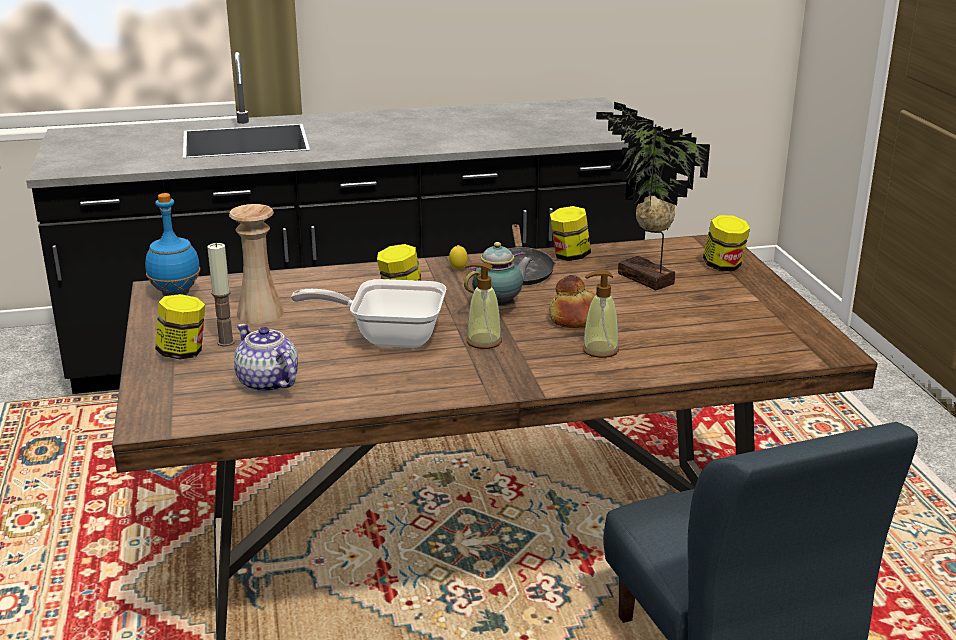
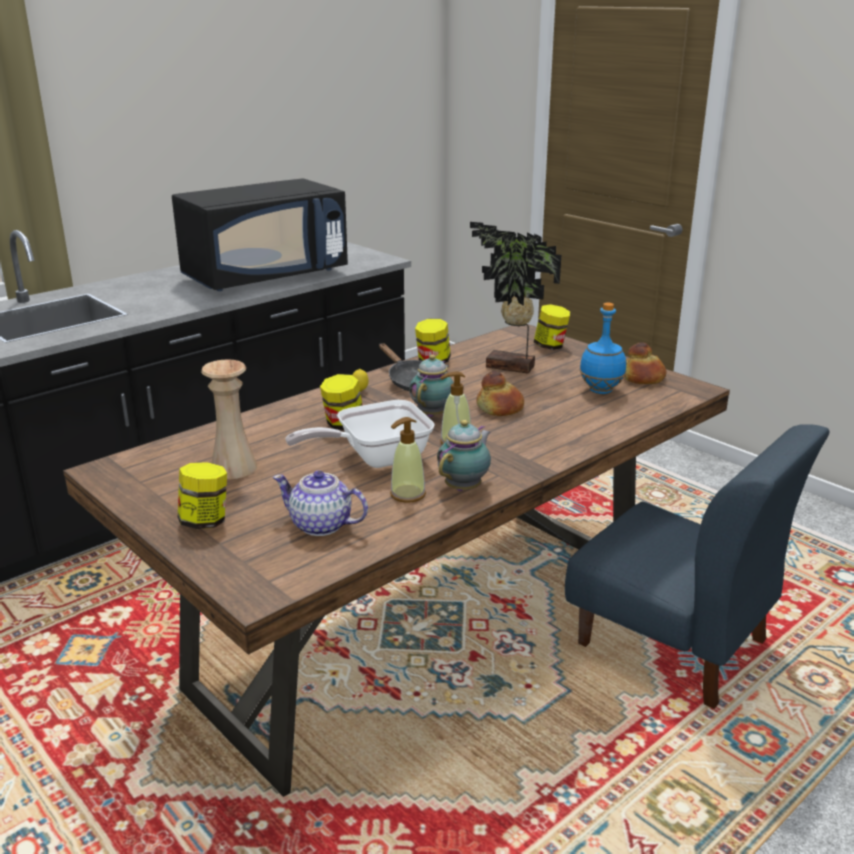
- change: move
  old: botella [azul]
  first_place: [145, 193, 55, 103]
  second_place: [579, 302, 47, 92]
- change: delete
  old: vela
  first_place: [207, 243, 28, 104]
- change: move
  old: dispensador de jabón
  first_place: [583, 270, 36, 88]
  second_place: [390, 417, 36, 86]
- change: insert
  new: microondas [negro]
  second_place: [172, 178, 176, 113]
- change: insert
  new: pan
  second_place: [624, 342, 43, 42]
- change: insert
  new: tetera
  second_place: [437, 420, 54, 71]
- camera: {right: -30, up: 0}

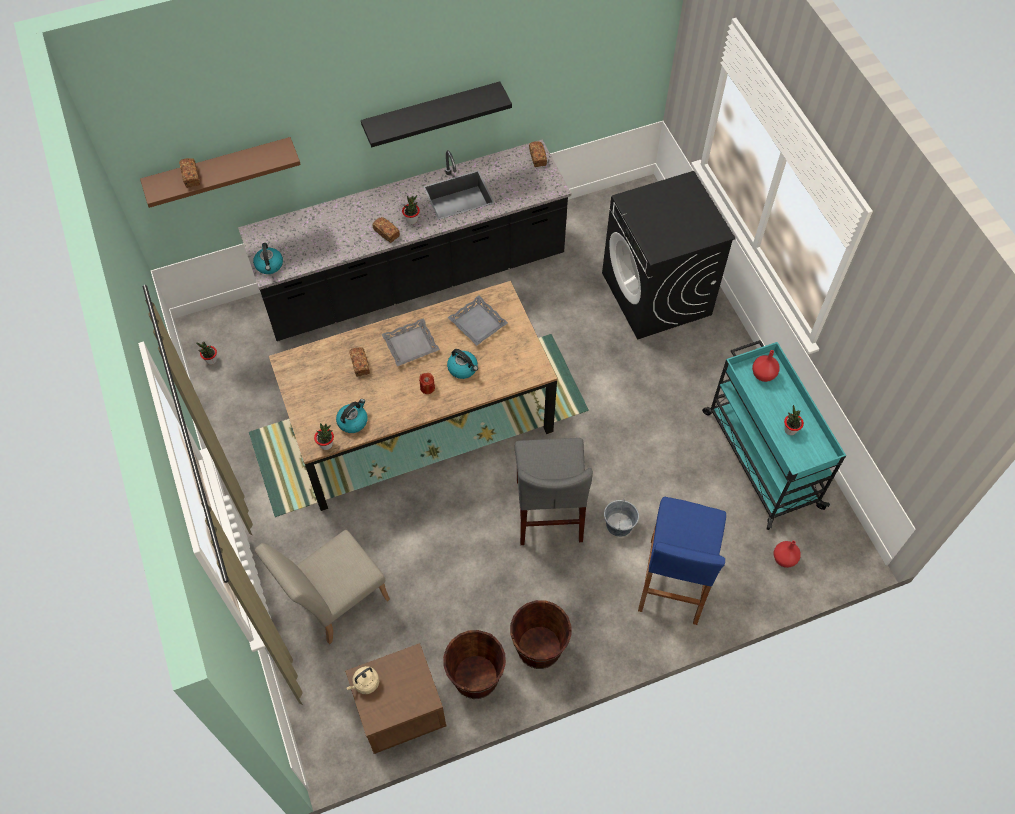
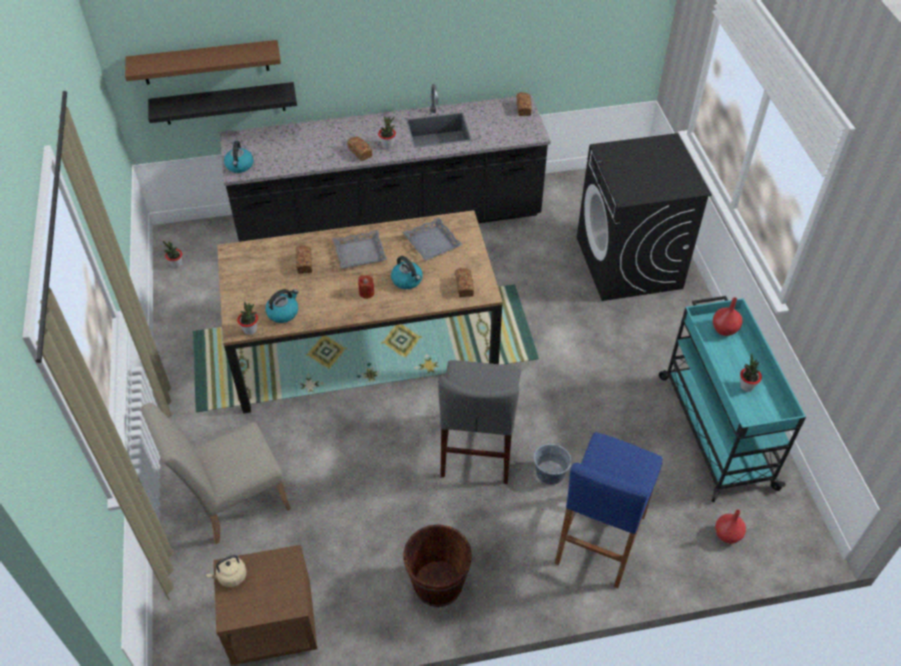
- change: move
  old: estante [negro]
  first_place: [361, 81, 151, 66]
  second_place: [148, 82, 149, 43]
- change: move
  old: pan
  first_place: [179, 158, 21, 30]
  second_place: [455, 268, 19, 29]
- change: delete
  old: cubo [marrón]
  first_place: [443, 630, 63, 69]
- camera: {right: 10, up: -10}

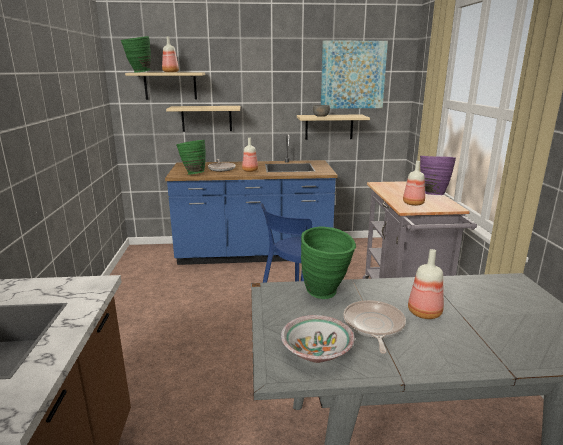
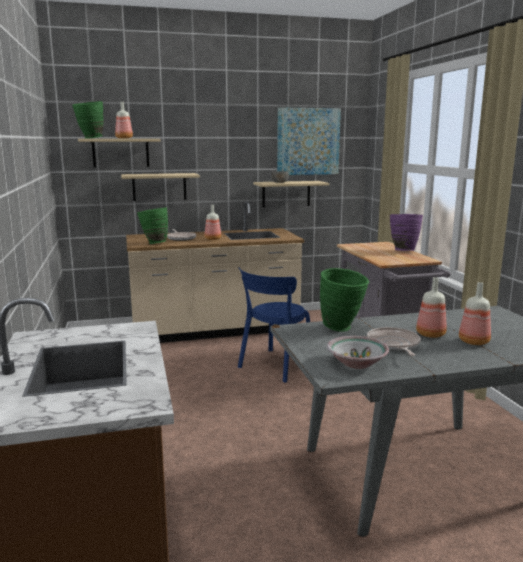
- change: recolor
  old: mueble bajo de cocina [azul]
  new: mueble bajo de cocina [beis]
  first_place: [165, 134, 172, 131]
  second_place: [126, 201, 178, 142]
- change: move
  old: botella
  first_place: [403, 161, 22, 45]
  second_place: [459, 282, 32, 63]
- camera: {right: -10, up: -5}

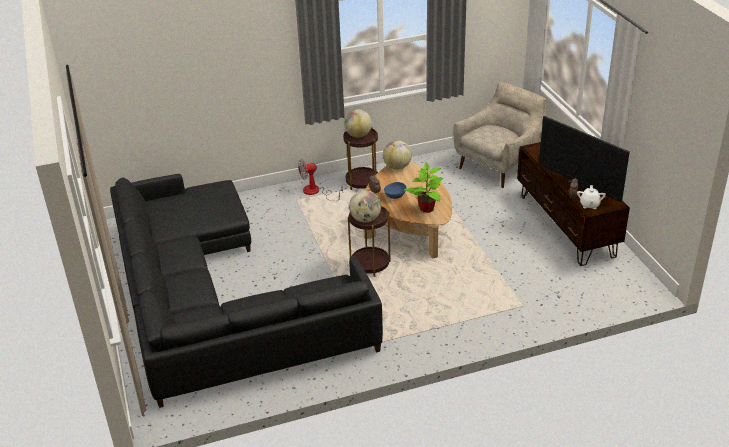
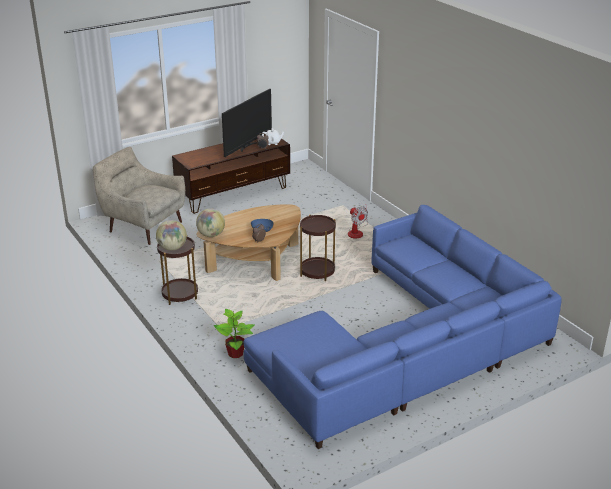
- change: move
  old: ventilador
  first_place: [298, 159, 45, 42]
  second_place: [348, 205, 20, 34]
- change: move
  old: planta en maceta
  first_place: [404, 162, 40, 51]
  second_place: [214, 309, 41, 49]
- change: recolor
  old: sofá [negro]
  new: sofá [azul]
  first_place: [110, 174, 273, 234]
  second_place: [244, 205, 318, 244]
- change: delete
  old: globo terráqueo
  first_place: [349, 190, 32, 32]
- camera: {right: -105, up: -5}

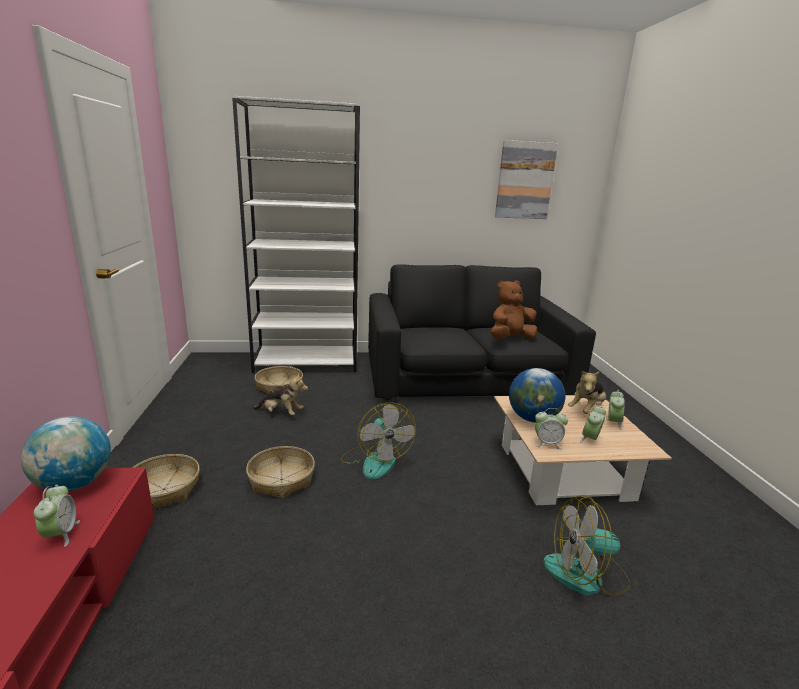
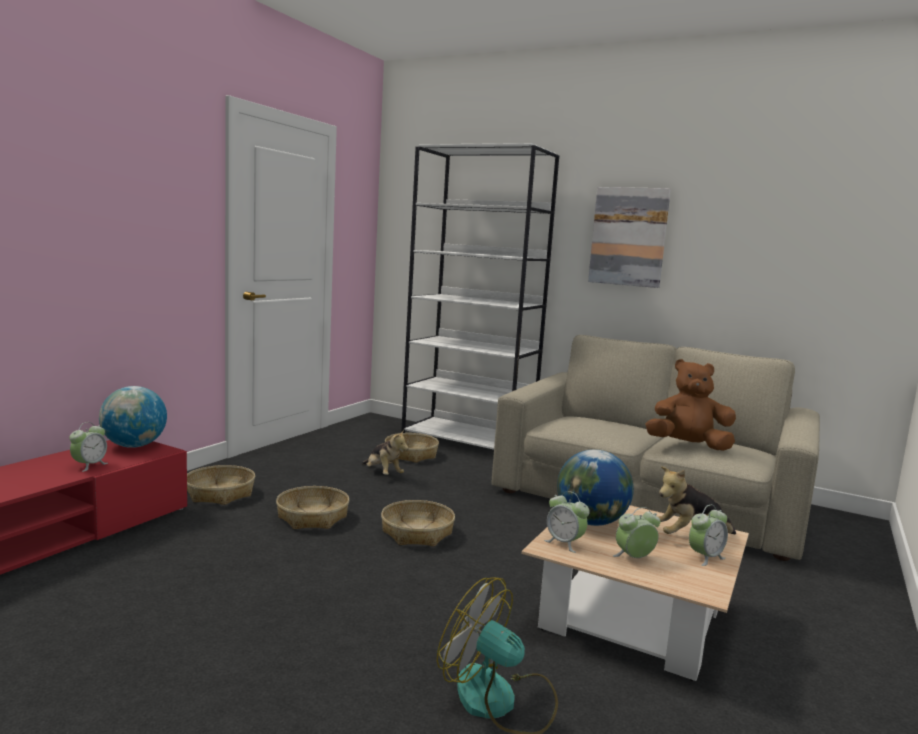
- change: move
  old: cuadro
  first_place: [495, 140, 63, 79]
  second_place: [588, 187, 83, 101]
- change: recolor
  old: sofá [negro]
  new: sofá [beis]
  first_place: [368, 264, 228, 136]
  second_place: [491, 335, 329, 226]
- change: replace
  old: ventilador
  new: cesta
  first_place: [341, 402, 75, 77]
  second_place: [381, 500, 74, 46]
- camera: {right: 35, up: -10}

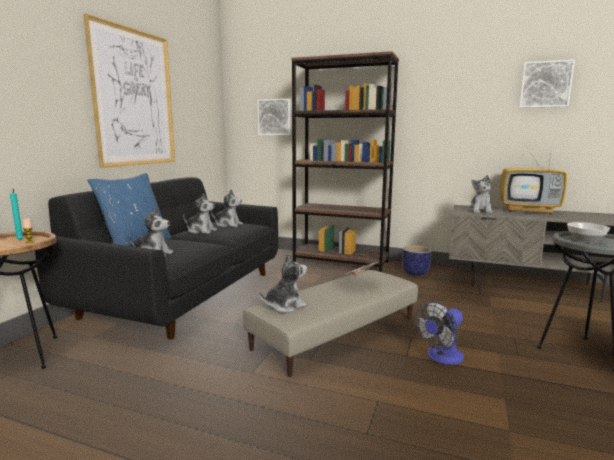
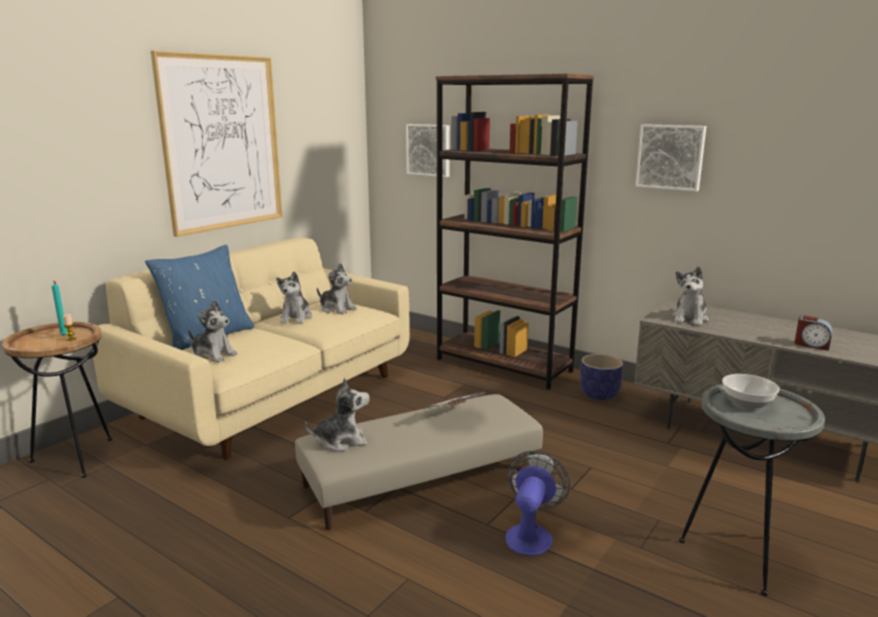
- change: move
  old: cuadro
  first_place: [519, 60, 56, 48]
  second_place: [635, 124, 71, 68]
- change: delete
  old: televisor
  first_place: [500, 141, 67, 73]
- change: recolor
  old: sofá [negro]
  new: sofá [beis]
  first_place: [35, 177, 243, 163]
  second_place: [91, 238, 319, 222]
- change: rotate
  old: peluche
  first_place: [183, 193, 34, 41]
  second_place: [276, 271, 36, 53]
  degrees: 60
- change: rotate
  old: ventilador
  first_place: [415, 301, 49, 64]
  second_place: [506, 451, 64, 105]
  degrees: 135
- change: insert
  new: despertador
  second_place: [794, 315, 39, 36]
- camera: {right: 15, up: 5}

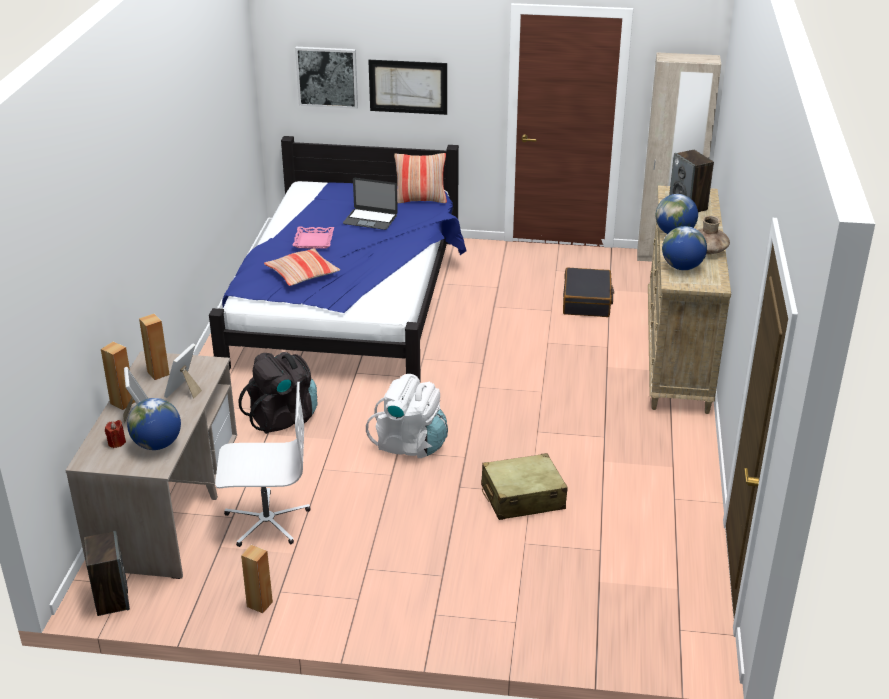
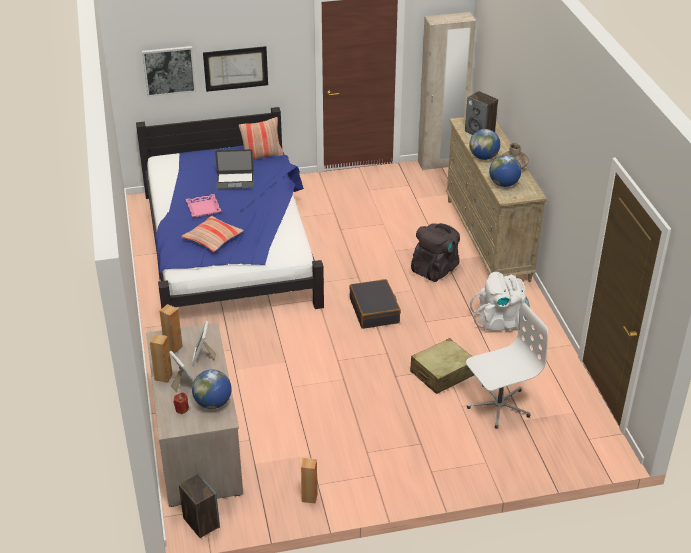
- change: move
  old: maleta [negro]
  first_place: [563, 268, 51, 49]
  second_place: [349, 279, 52, 50]
- change: move
  old: mochila [negro]
  first_place: [239, 352, 78, 82]
  second_place: [411, 223, 49, 59]
- change: move
  old: mochila [blanco]
  first_place: [366, 374, 82, 84]
  second_place: [470, 272, 60, 59]
- change: move
  old: silla de oficina [blanco]
  first_place: [215, 382, 96, 165]
  second_place: [466, 303, 82, 126]
- camera: {right: -20, up: 5}

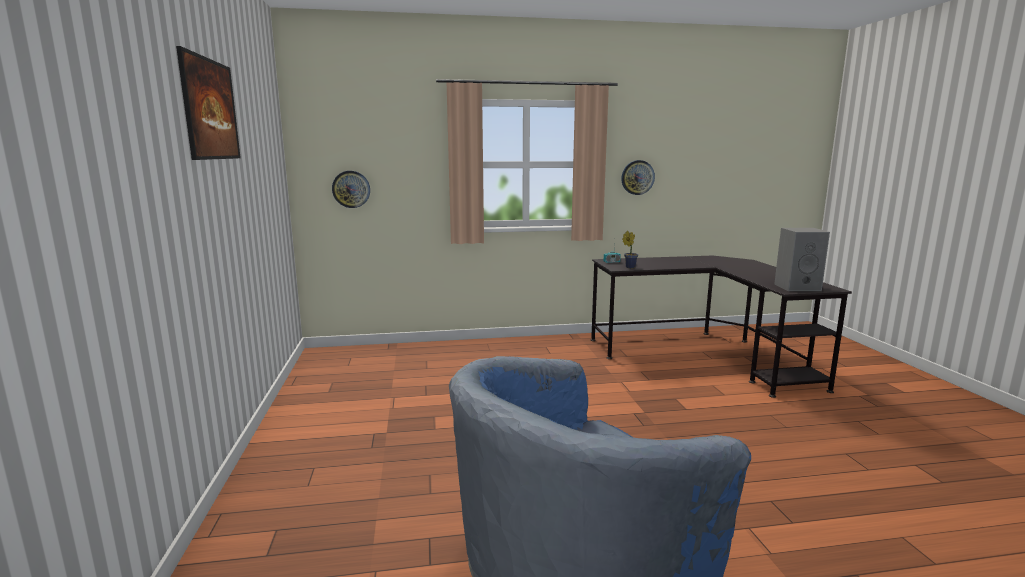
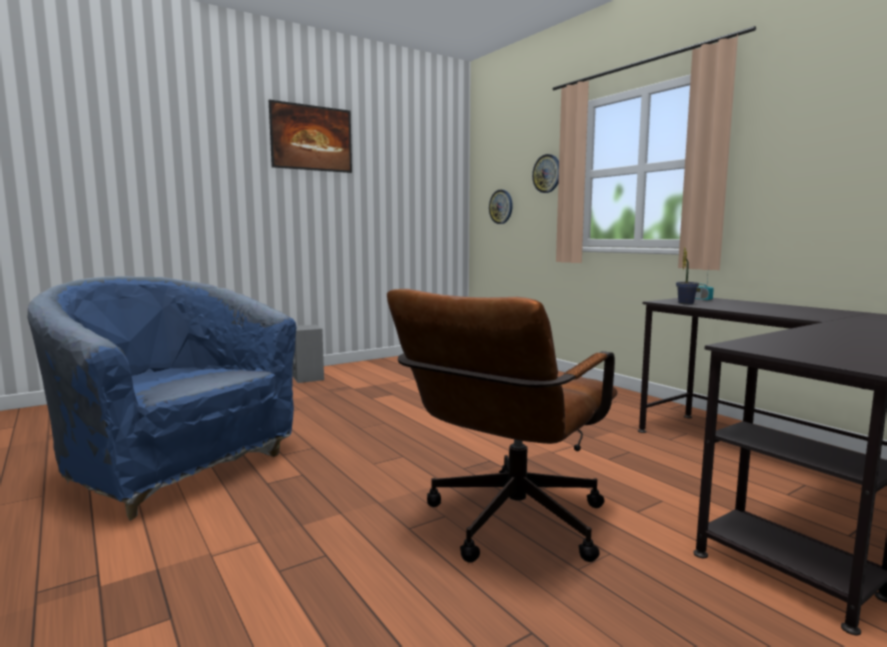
- change: move
  old: reloj de pared
  first_place: [621, 160, 34, 35]
  second_place: [532, 154, 27, 39]
- change: move
  old: altavoz [gris]
  first_place: [774, 228, 56, 63]
  second_place: [292, 325, 32, 58]
- change: insert
  new: silla de oficina [marrón]
  second_place: [387, 289, 230, 273]
- camera: {right: 65, up: -5}

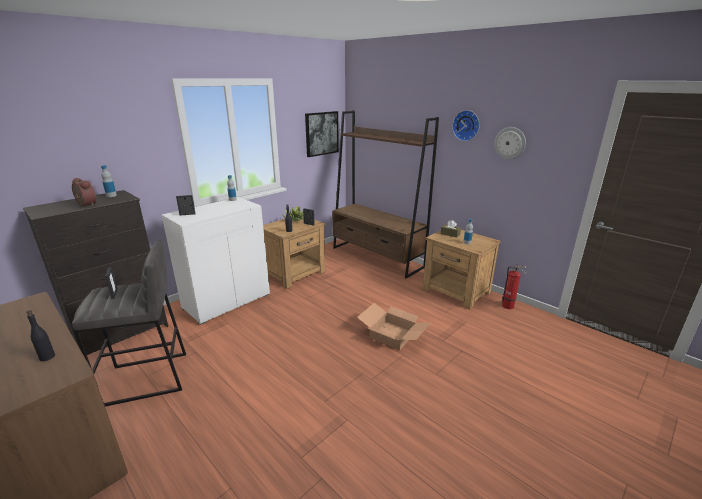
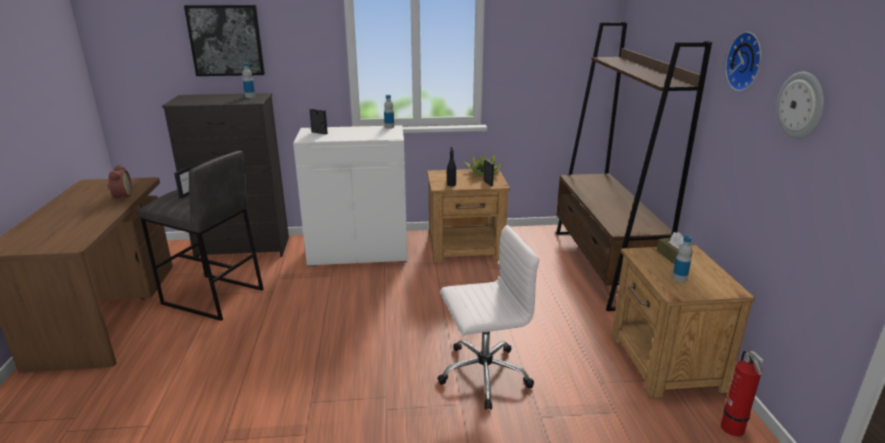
- change: move
  old: cuadro
  first_place: [305, 111, 34, 46]
  second_place: [184, 5, 81, 71]
- change: move
  old: despertador
  first_place: [72, 178, 24, 28]
  second_place: [107, 164, 25, 37]
- change: replace
  old: caja de cartón
  new: silla de oficina [blanco]
  first_place: [357, 303, 73, 47]
  second_place: [438, 225, 101, 185]
- change: delete
  old: botella [negro]
  first_place: [26, 310, 29, 51]
- camera: {right: 40, up: 0}

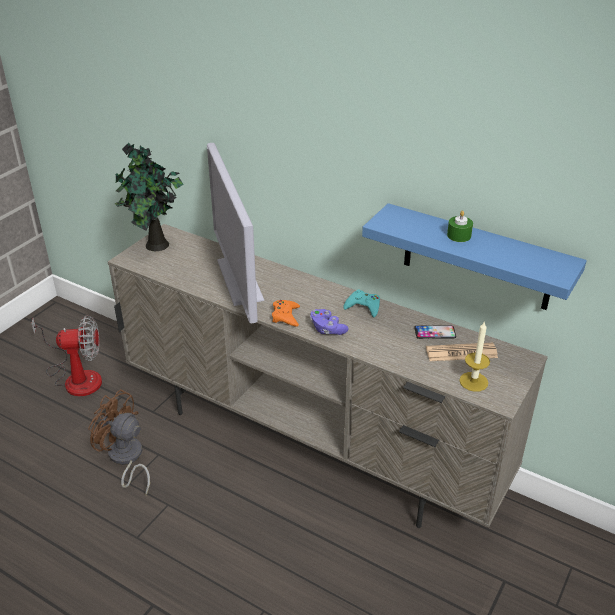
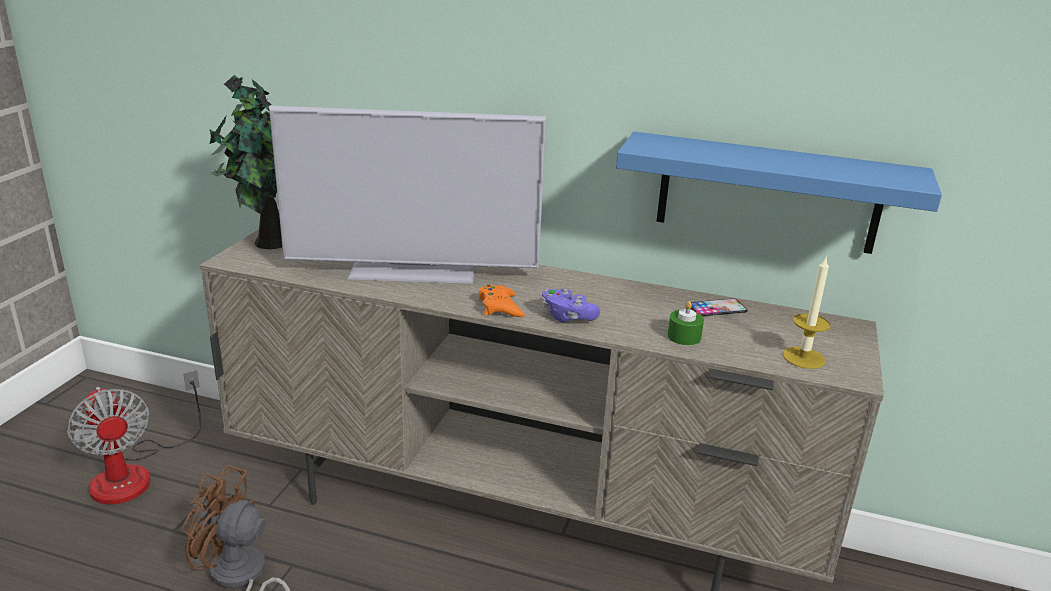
- change: rotate
  old: televisor
  first_place: [207, 143, 57, 180]
  second_place: [269, 106, 277, 178]
  degrees: -60
- change: move
  old: vela [verde]
  first_place: [447, 211, 26, 31]
  second_place: [667, 301, 37, 44]
- change: delete
  old: mando de consola [turquesa]
  first_place: [343, 289, 37, 28]
- change: rotate
  old: ventilador
  first_place: [32, 315, 70, 81]
  second_place: [67, 370, 134, 134]
  degrees: 75
- change: delete
  old: periódico
  first_place: [426, 343, 72, 18]
- camera: {right: -15, up: -10}

